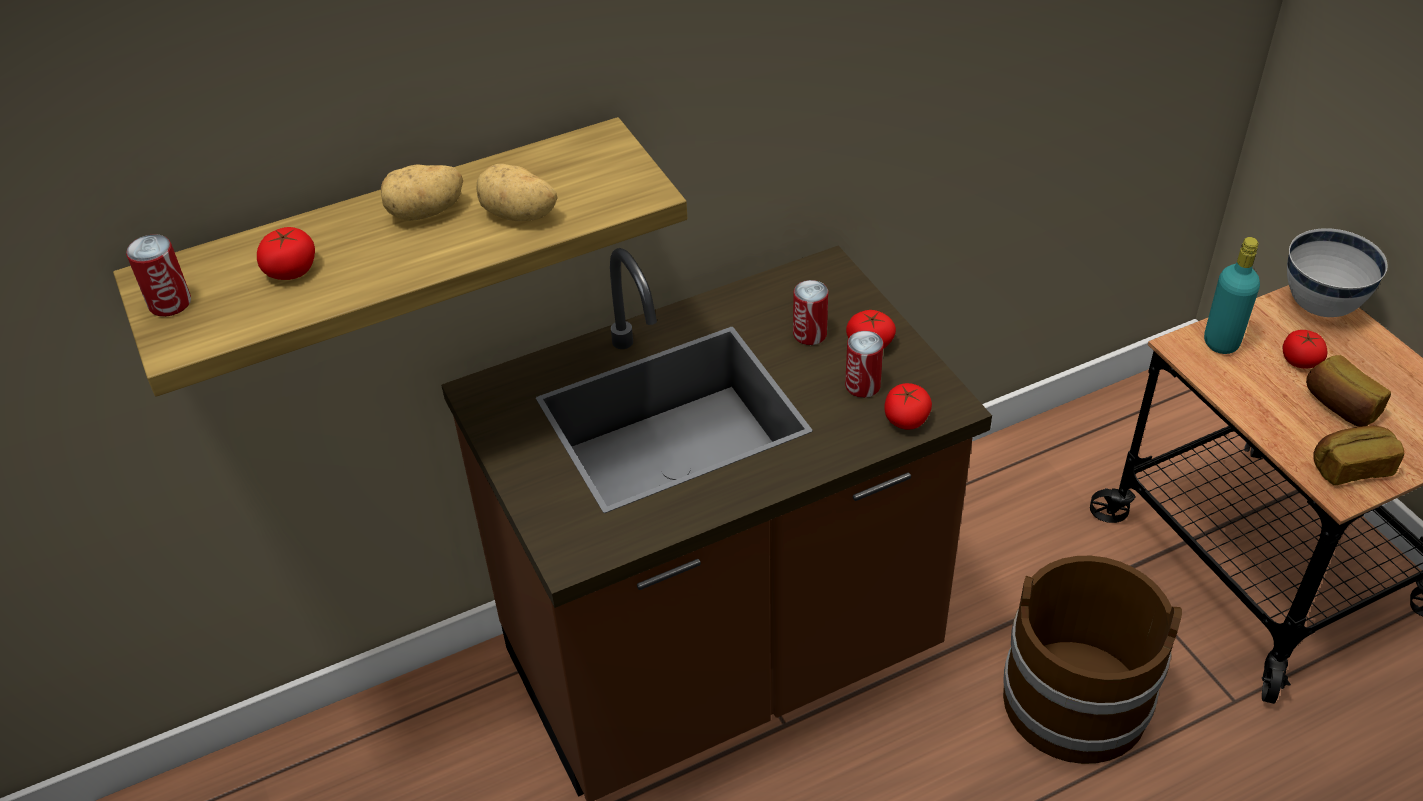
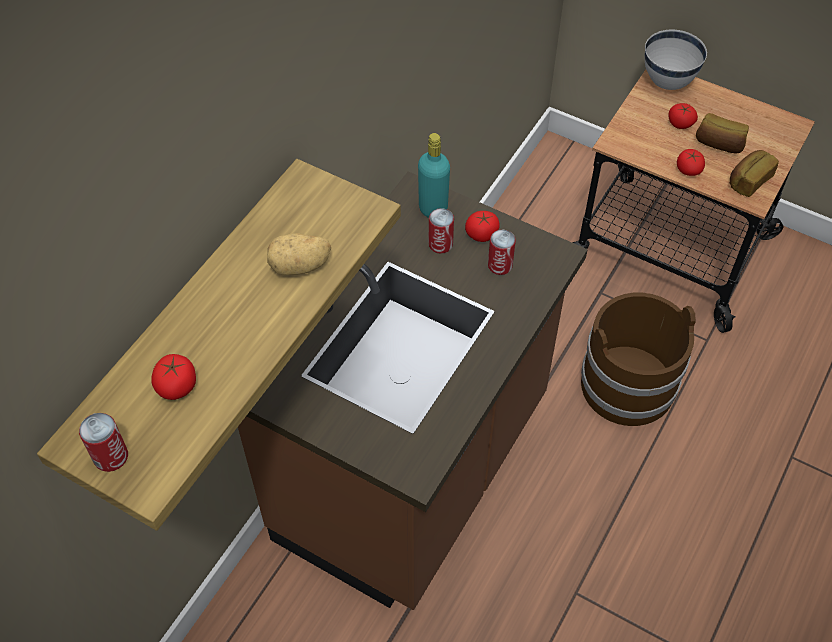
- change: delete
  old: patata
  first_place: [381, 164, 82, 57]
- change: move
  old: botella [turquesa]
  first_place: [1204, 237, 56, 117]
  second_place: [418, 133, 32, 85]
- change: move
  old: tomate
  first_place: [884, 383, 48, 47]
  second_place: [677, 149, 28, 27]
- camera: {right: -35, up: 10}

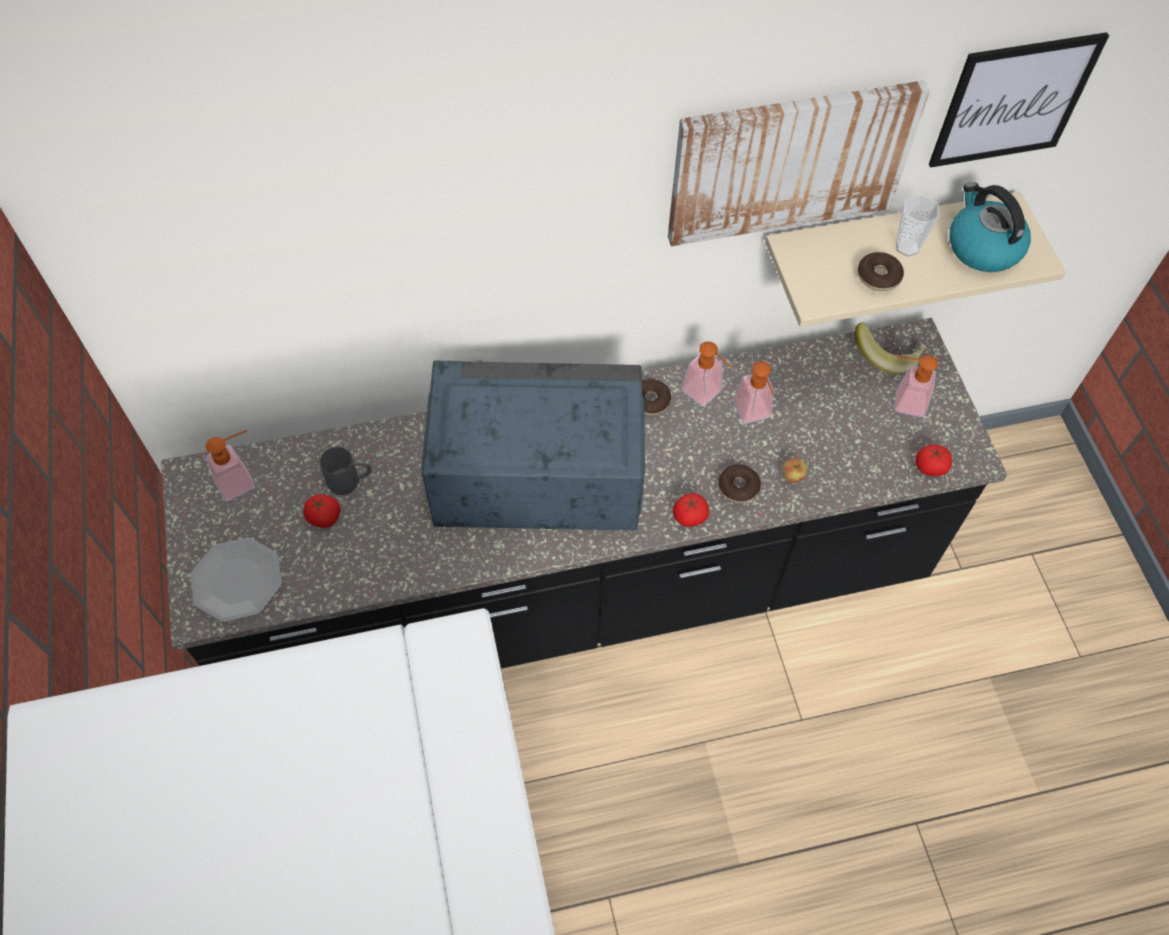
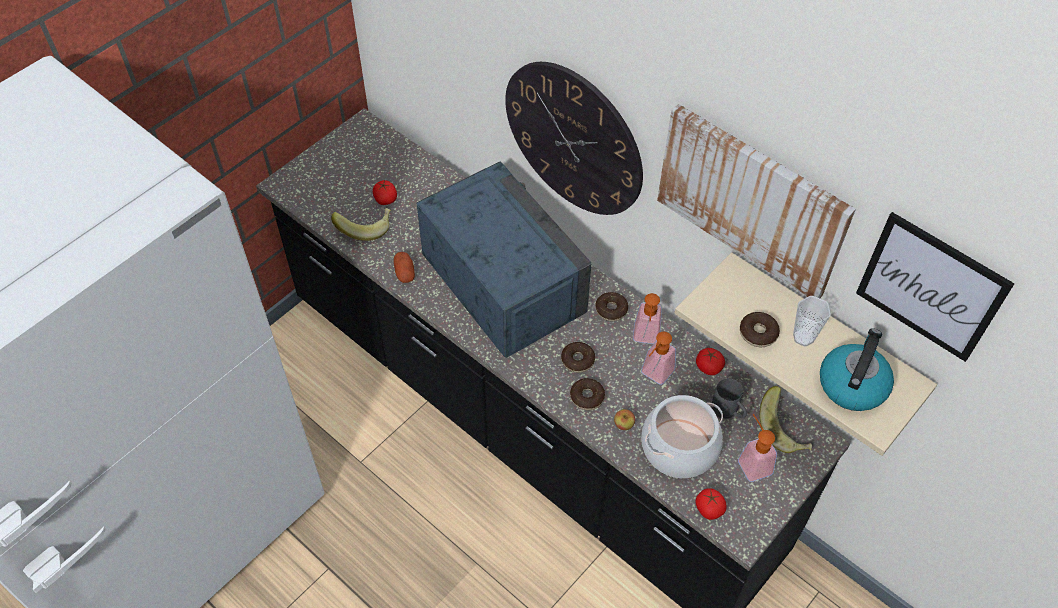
- change: delete
  old: dispensador de jabón
  first_place: [206, 430, 49, 70]
- change: move
  old: taza grande [gris]
  first_place: [320, 447, 52, 48]
  second_place: [711, 378, 36, 41]
- change: move
  old: tomate
  first_place: [673, 493, 36, 34]
  second_place: [696, 348, 29, 27]
- change: delete
  old: plato
  first_place: [190, 538, 92, 84]
- change: insert
  new: reloj de pared
  second_place: [505, 62, 138, 153]
- change: insert
  new: plátano
  second_place: [331, 208, 60, 33]
- change: insert
  new: patata
  second_place: [394, 252, 21, 31]
- change: insert
  new: rosquilla
  second_place: [561, 342, 34, 31]
- change: insert
  new: olla
  second_place: [641, 395, 82, 83]
- camera: {right: 55, up: -5}

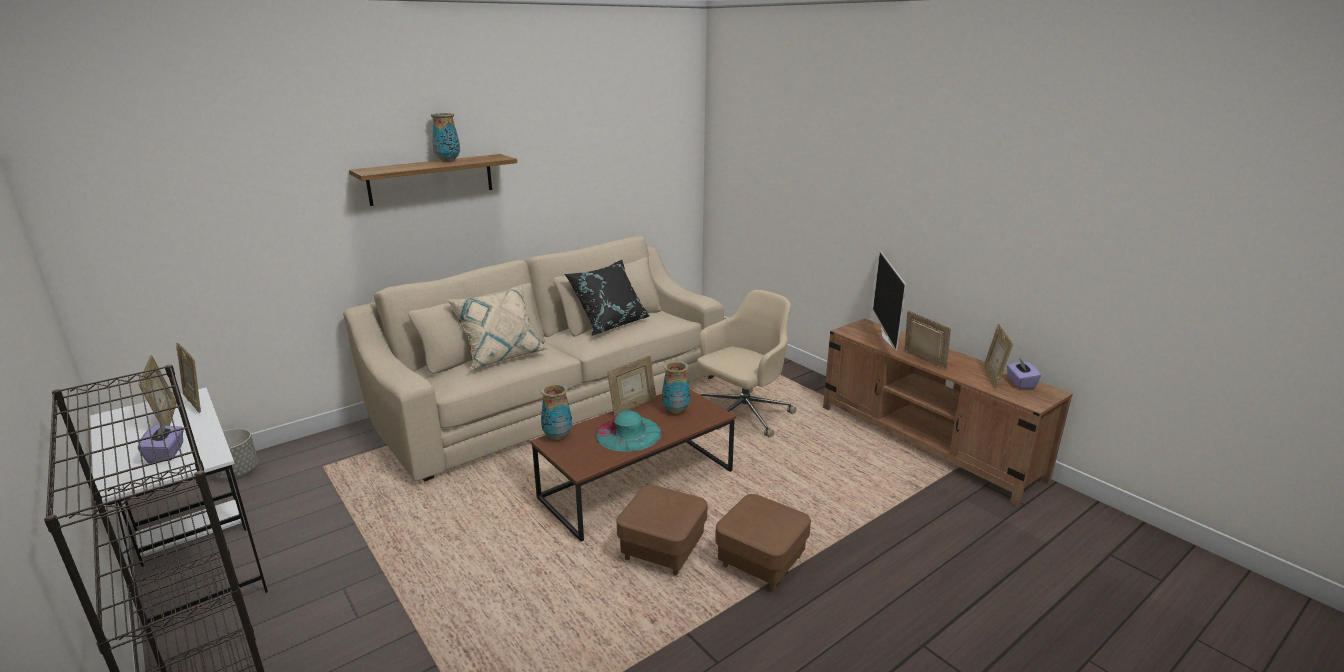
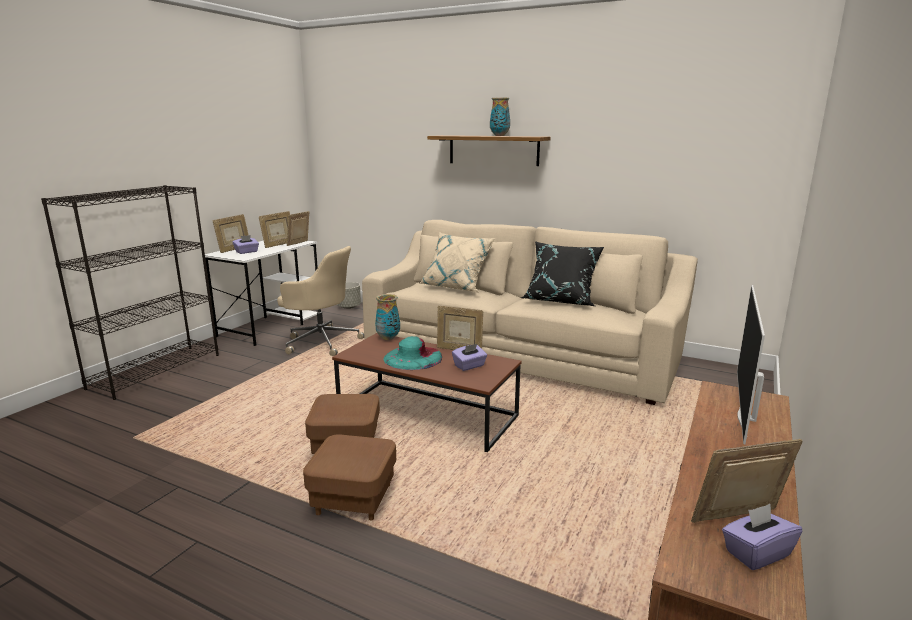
- change: rotate
  old: televisor
  first_place: [873, 251, 33, 100]
  second_place: [737, 285, 28, 159]
  degrees: -45
- change: move
  old: silla de oficina [beis]
  first_place: [697, 290, 100, 148]
  second_place: [277, 246, 87, 110]
- change: move
  old: portarretratos
  first_place: [905, 310, 46, 59]
  second_place: [213, 214, 36, 39]
- change: replace
  old: florero
  new: caja de pañuelos [morado]
  first_place: [662, 361, 28, 53]
  second_place: [452, 344, 35, 27]
- camera: {right: 65, up: -5}

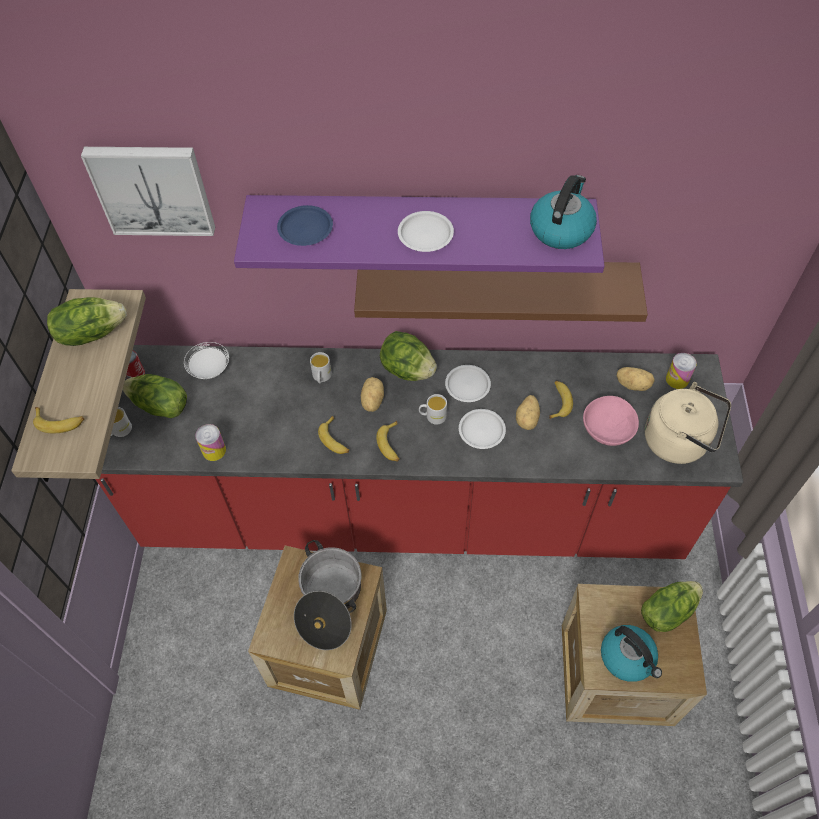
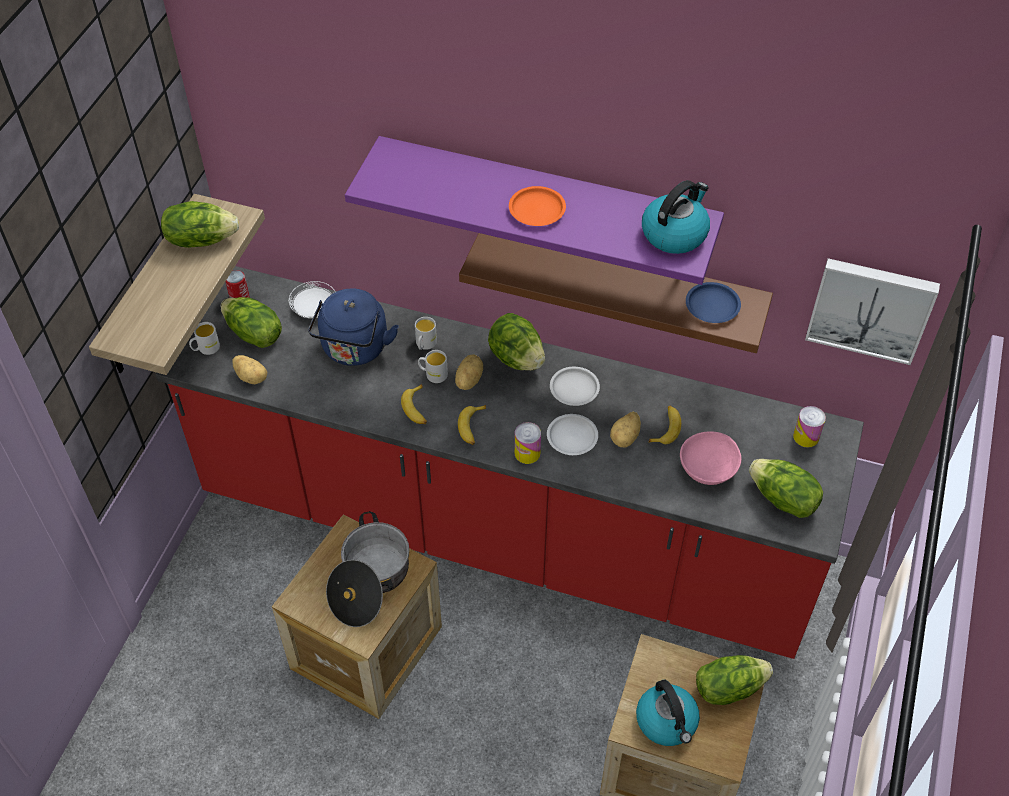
- change: move
  old: cuadro
  first_place: [81, 147, 134, 89]
  second_place: [805, 258, 135, 107]
- change: move
  old: plato [azul]
  first_place: [277, 205, 56, 41]
  second_place: [686, 282, 55, 41]
- change: recolor
  old: plato [blanco]
  new: plato [naranja]
  first_place: [398, 211, 56, 41]
  second_place: [509, 186, 57, 40]
- change: move
  old: patata
  first_place: [617, 367, 38, 24]
  second_place: [232, 355, 35, 29]
- change: replace
  old: hervidor [beis]
  new: lechuga
  first_place: [645, 382, 86, 82]
  second_place: [749, 459, 74, 59]
- change: move
  old: taza grande [blanco]
  first_place: [419, 394, 28, 31]
  second_place: [418, 350, 30, 33]
- change: delete
  old: plátano
  first_place: [33, 407, 51, 26]
- change: move
  old: lata
  first_place: [195, 424, 31, 37]
  second_place: [515, 422, 26, 42]
- change: insert
  new: hervidor [azul]
  second_place: [308, 288, 91, 78]
- camera: {right: 15, up: -5}

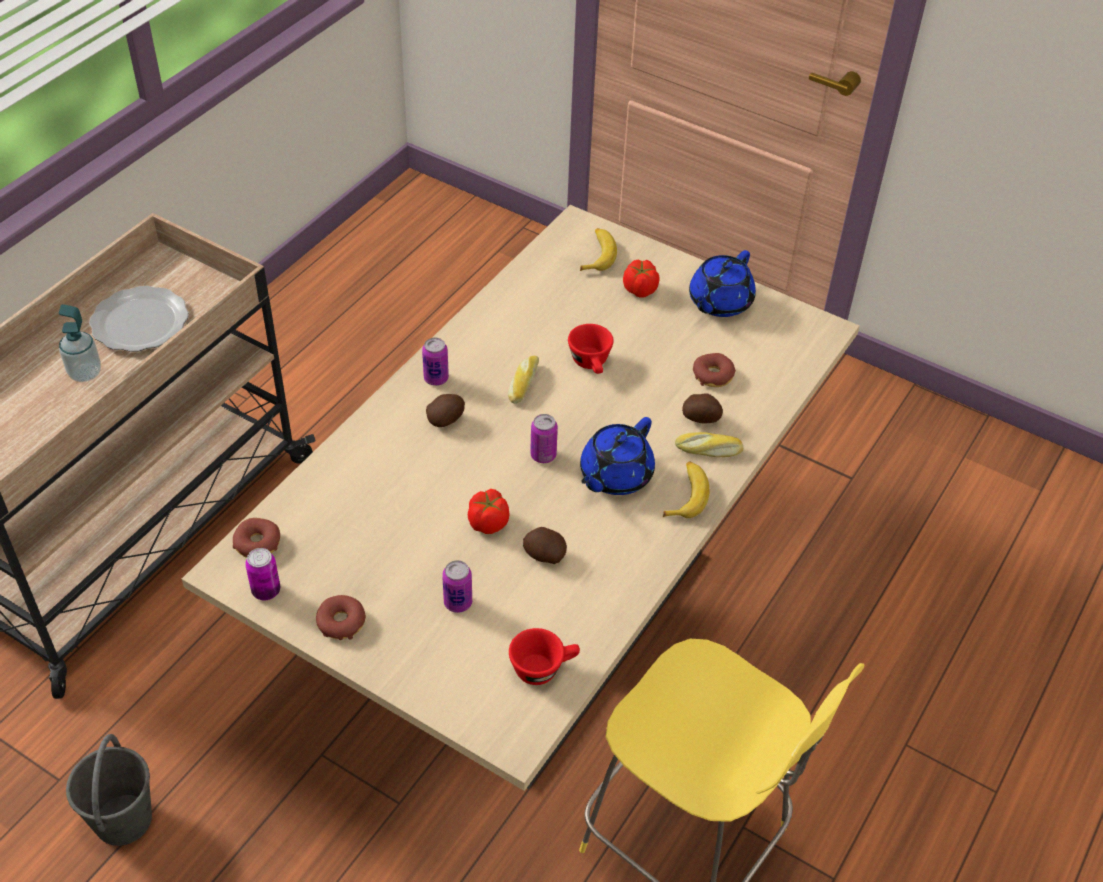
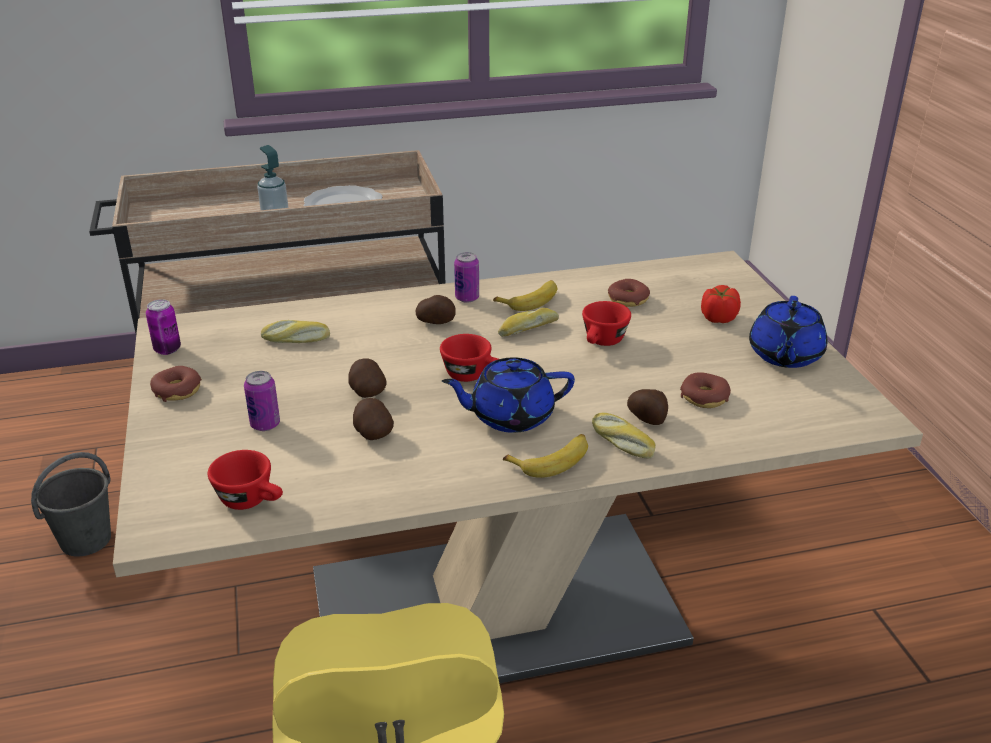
- change: move
  old: plátano
  first_place: [580, 228, 37, 43]
  second_place: [493, 280, 64, 31]
- change: rotate
  old: tetera [azul]
  first_place: [689, 250, 67, 67]
  second_place: [749, 296, 78, 72]
  degrees: -60
- change: replace
  old: lata
  new: taza [rojo]
  first_place: [530, 414, 28, 49]
  second_place: [440, 334, 59, 48]
- change: replace
  old: tomate
  new: patata
  first_place: [468, 489, 42, 45]
  second_place: [348, 358, 39, 40]
- change: move
  old: rosquilla
  first_place: [233, 518, 47, 40]
  second_place: [608, 279, 42, 28]
- change: insert
  new: pan
  second_place: [261, 320, 69, 23]
- camera: {right: 45, up: -15}

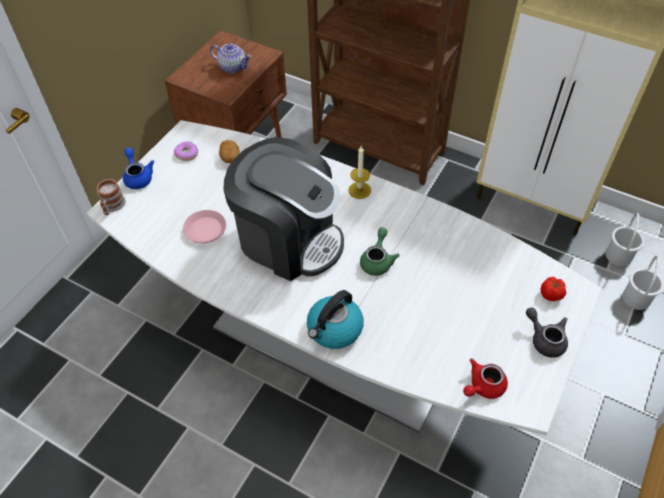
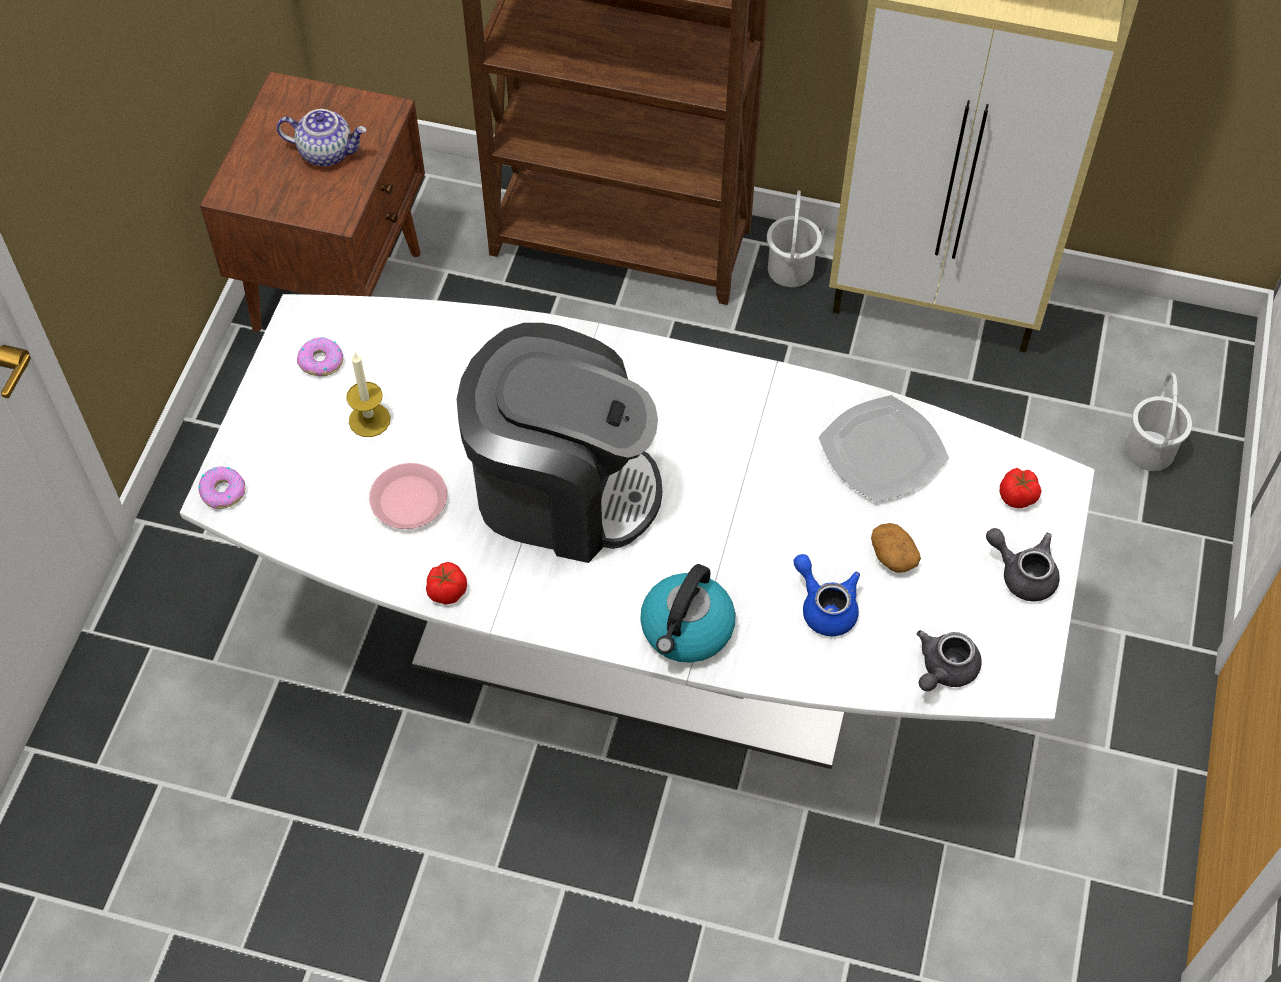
- change: move
  old: patata
  first_place: [219, 140, 21, 23]
  second_place: [871, 523, 50, 50]
- change: move
  old: vela
  first_place: [348, 146, 23, 53]
  second_place: [346, 353, 44, 84]
- change: move
  old: tetera [azul]
  first_place: [123, 148, 31, 41]
  second_place: [794, 554, 66, 82]
- change: replace
  old: taza grande
  new: rosquilla
  first_place: [97, 179, 29, 36]
  second_place: [198, 466, 47, 43]
- change: move
  old: cubo [blanco]
  first_place: [605, 213, 39, 53]
  second_place: [767, 191, 55, 96]
- change: delete
  old: tetera [verde]
  first_place: [360, 227, 40, 49]
- change: recolor
  old: tetera [rojo]
  new: tetera [gris]
  first_place: [463, 358, 45, 41]
  second_place: [917, 630, 65, 61]
- change: insert
  new: plato
  second_place: [818, 395, 131, 107]
- change: insert
  new: tomate
  second_place: [426, 562, 41, 42]
- camera: {right: -15, up: 5}

